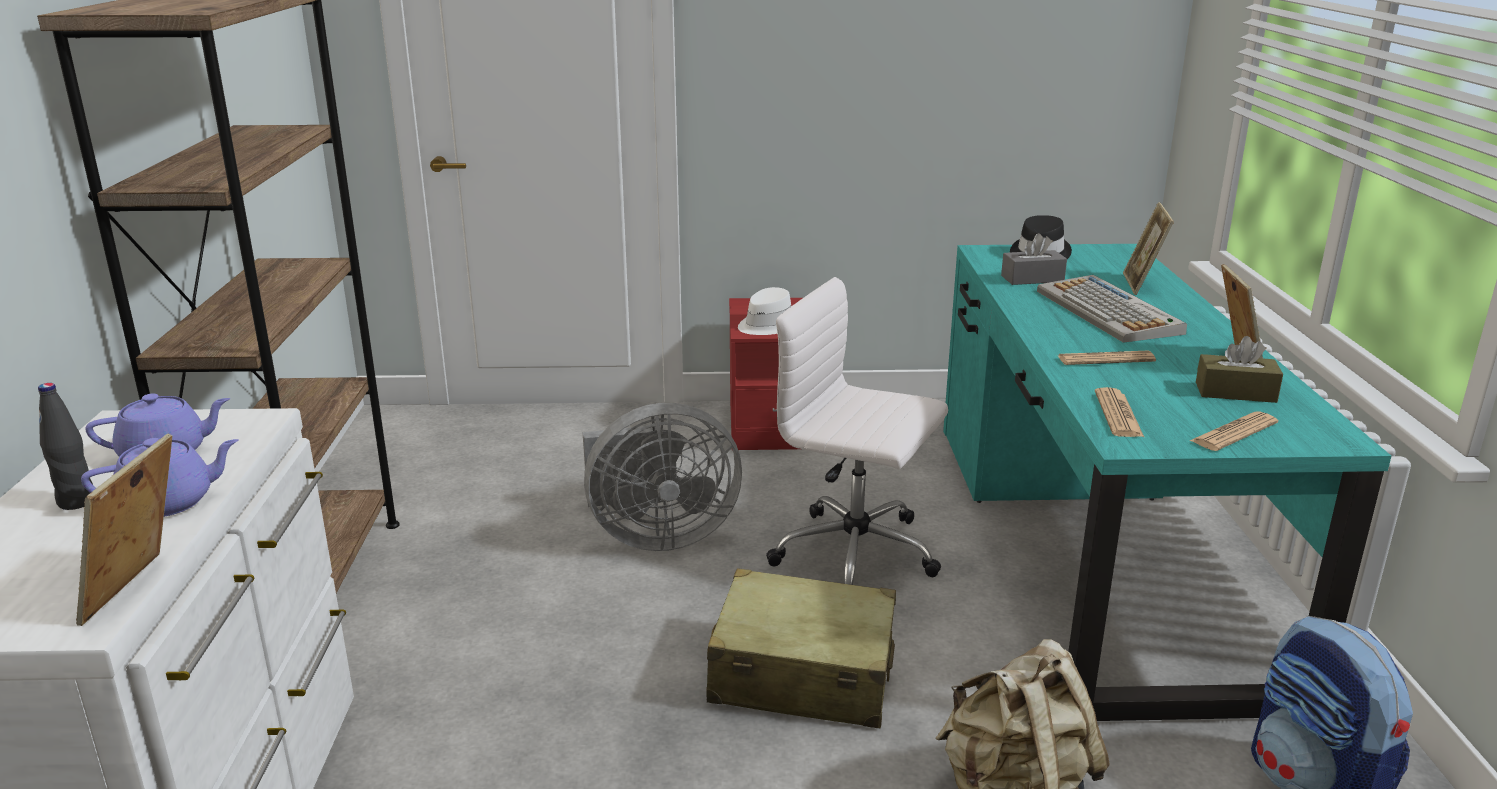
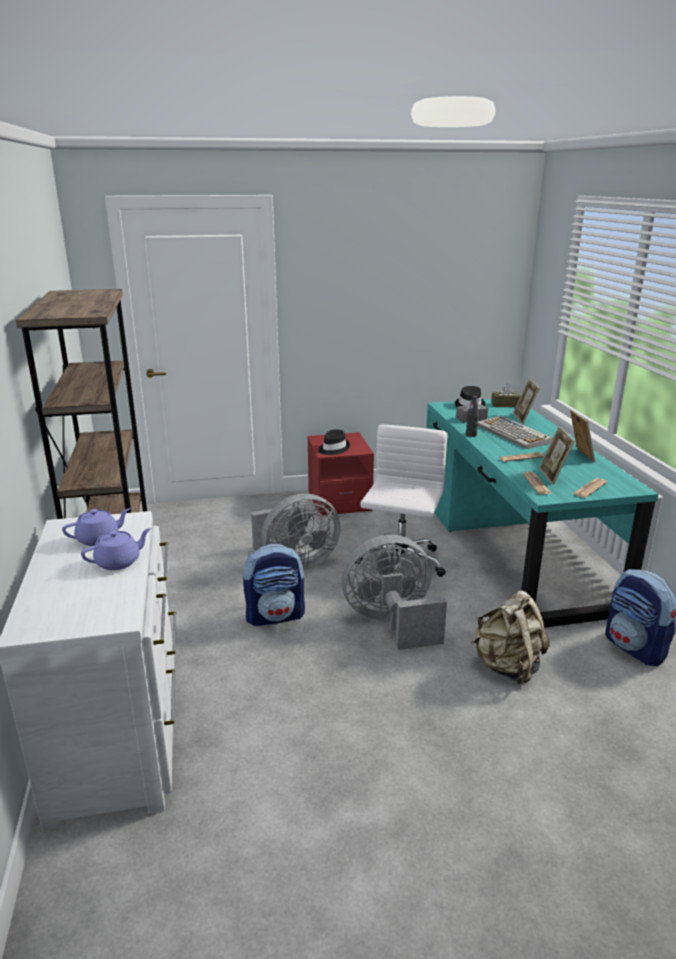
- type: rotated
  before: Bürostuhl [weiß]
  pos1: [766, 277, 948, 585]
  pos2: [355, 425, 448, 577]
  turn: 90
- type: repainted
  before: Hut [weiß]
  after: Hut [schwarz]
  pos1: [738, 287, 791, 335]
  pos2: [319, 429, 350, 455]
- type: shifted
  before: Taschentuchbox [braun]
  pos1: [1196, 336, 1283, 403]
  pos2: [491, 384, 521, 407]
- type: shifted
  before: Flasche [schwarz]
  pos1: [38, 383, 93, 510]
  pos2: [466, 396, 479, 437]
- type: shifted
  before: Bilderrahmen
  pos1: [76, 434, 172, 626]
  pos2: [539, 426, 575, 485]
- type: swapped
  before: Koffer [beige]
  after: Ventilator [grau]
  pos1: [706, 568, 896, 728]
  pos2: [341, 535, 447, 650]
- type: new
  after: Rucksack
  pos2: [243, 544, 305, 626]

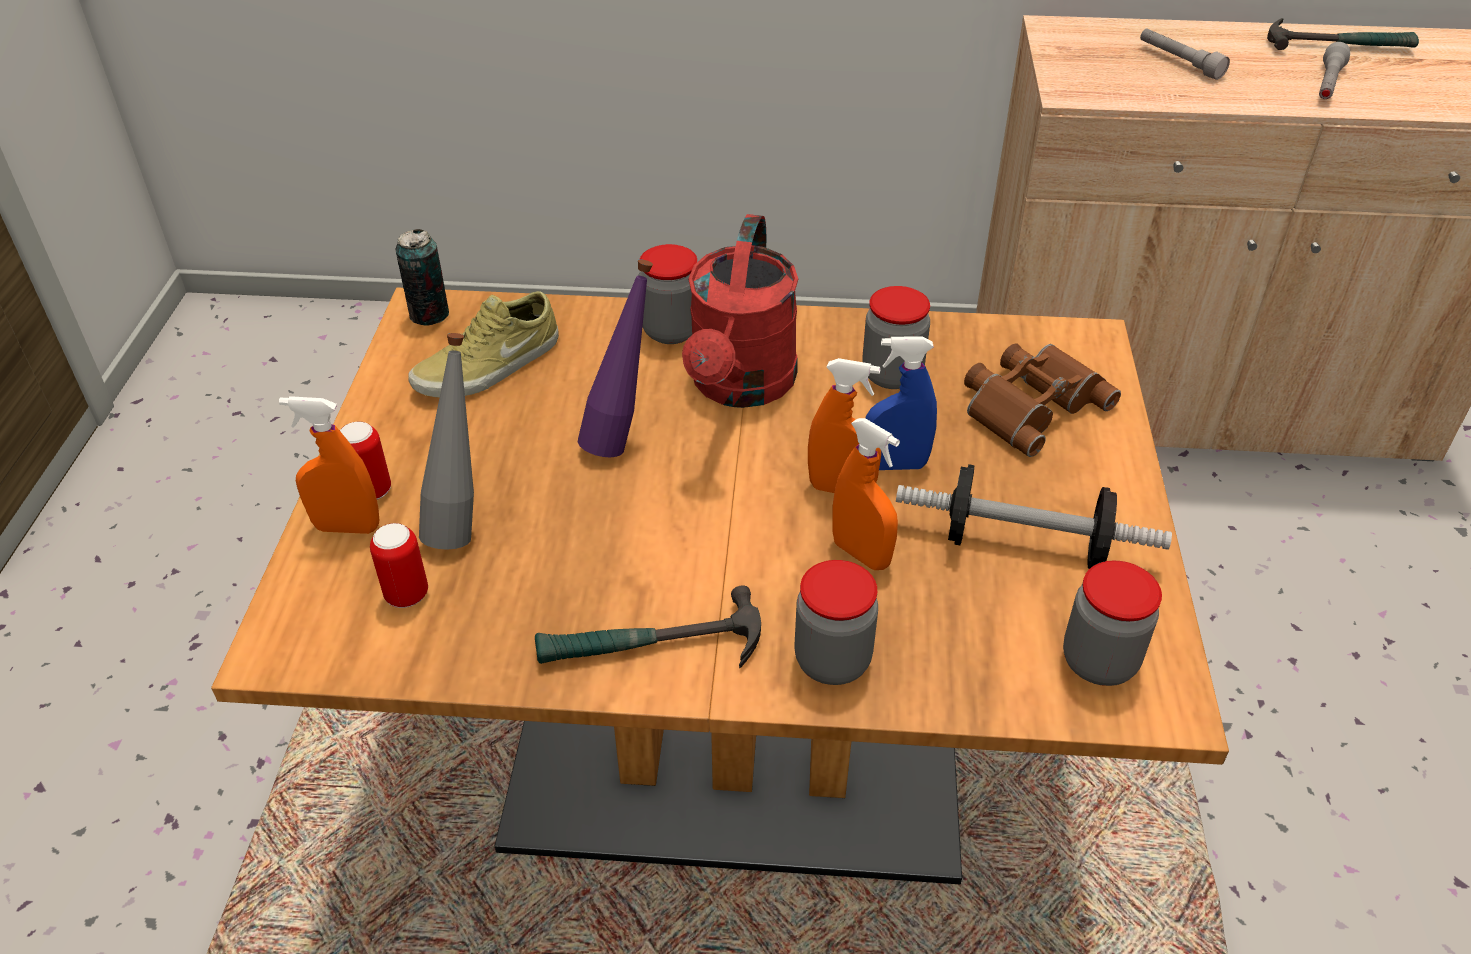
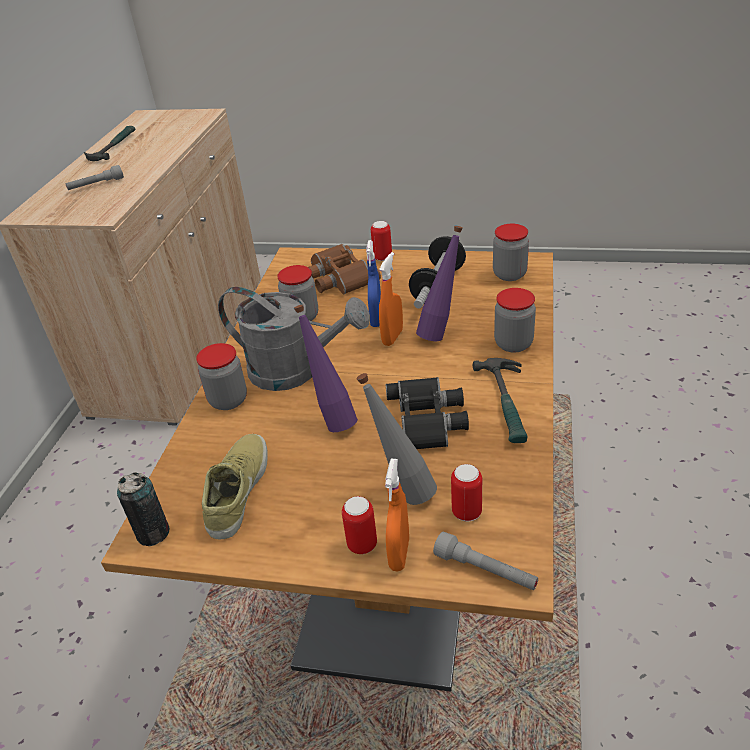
- type: shifted
  before: Taschenlampe [grau]
  pos1: [1319, 42, 1350, 99]
  pos2: [433, 532, 538, 590]
- type: repainted
  before: Gießkanne [rot]
  after: Gießkanne [grau]
  pos1: [682, 214, 798, 408]
  pos2: [218, 287, 370, 391]
- type: rotated
  before: Schuh [beige]
  pos1: [409, 291, 559, 397]
  pos2: [202, 434, 268, 539]
  turn: -135
- type: swapped
  before: Sprühflasche [orange]
  after: Flasche [lila]
  pos1: [832, 418, 900, 570]
  pos2: [416, 226, 463, 341]
- type: new
  after: Dose
  pos2: [371, 221, 392, 261]
- type: new
  after: Fernglas [schwarz]
  pos2: [386, 377, 469, 449]

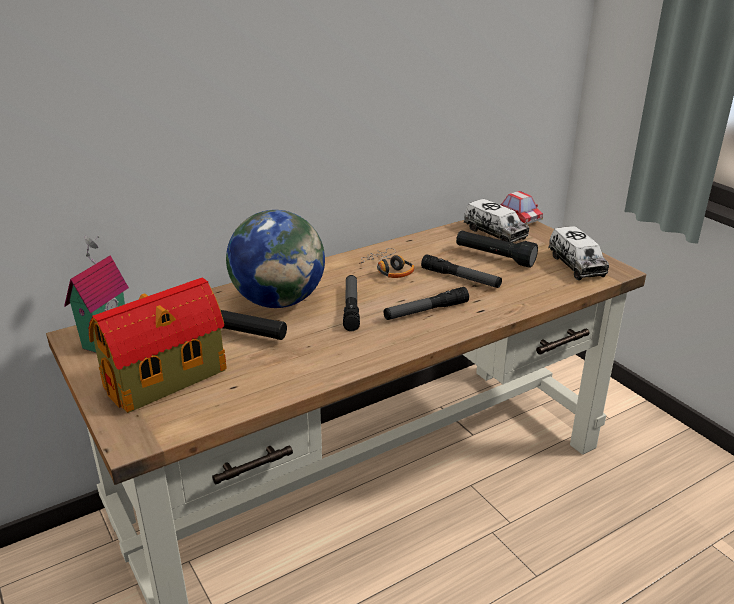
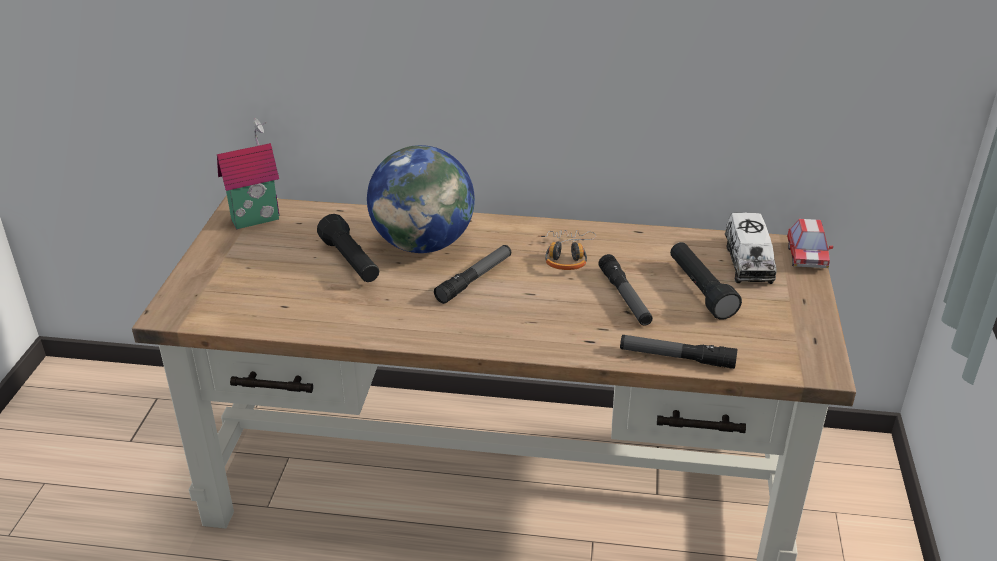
- type: gone
  before: Spielzeuglaster
  pos1: [548, 226, 609, 280]
- type: gone
  before: Spielzeughaus
  pos1: [88, 277, 227, 413]
- type: shifted
  before: Taschenlampe
  pos1: [384, 287, 469, 320]
  pos2: [620, 335, 737, 369]

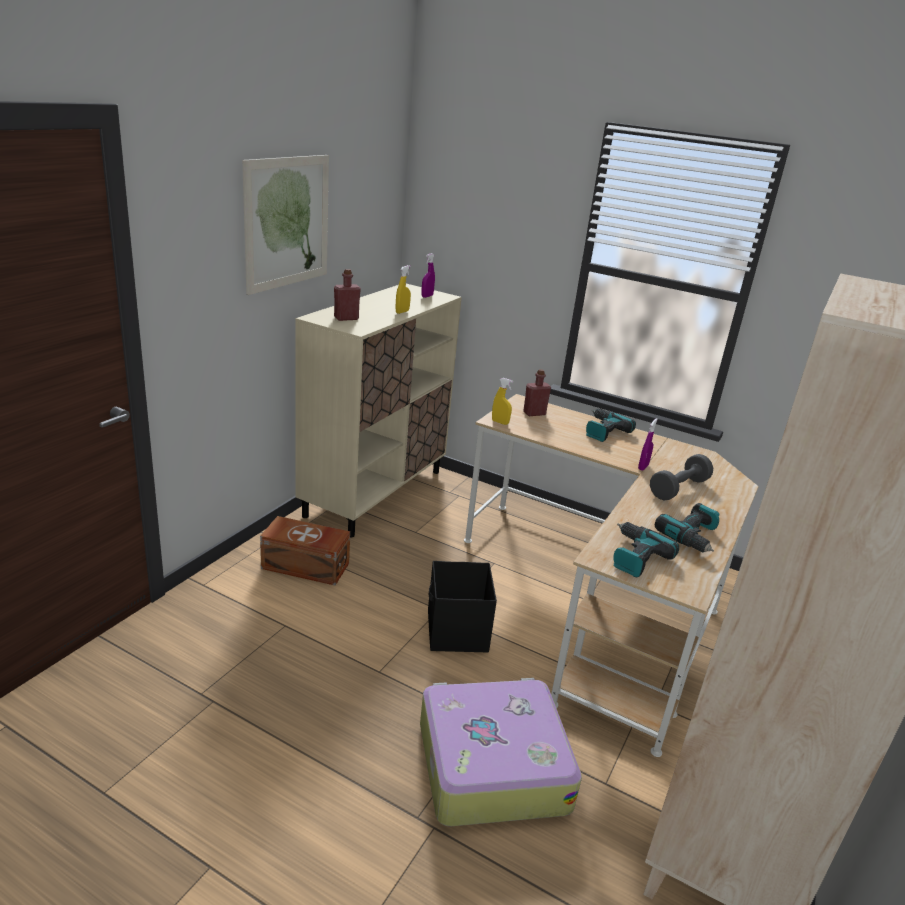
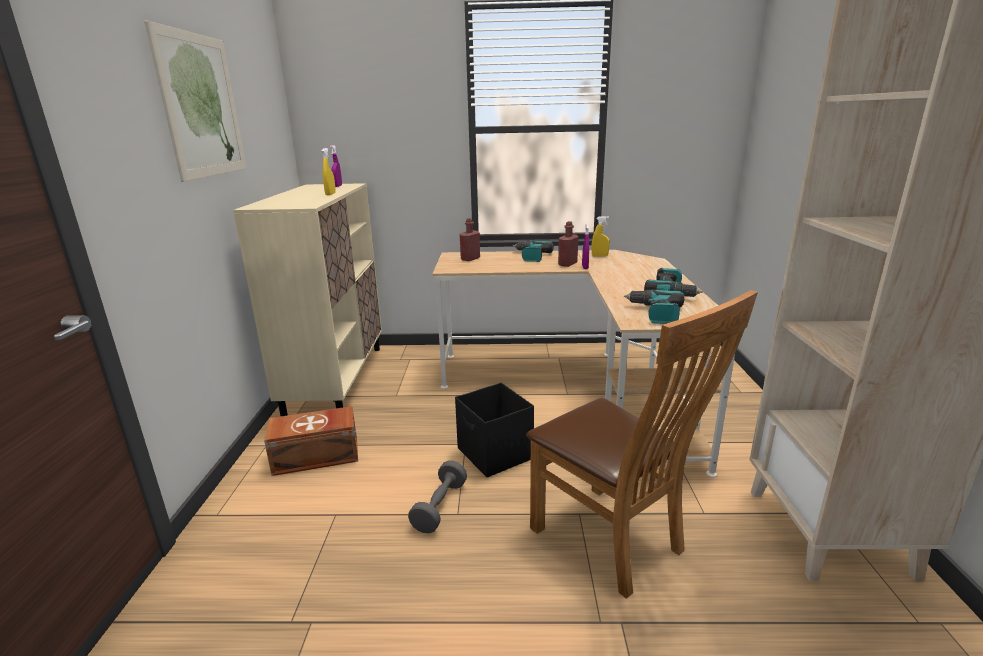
- type: shifted
  before: Flasche [rot]
  pos1: [334, 269, 361, 321]
  pos2: [558, 221, 579, 267]
- type: shifted
  before: Sprühflasche [gelb]
  pos1: [492, 378, 513, 425]
  pos2: [592, 216, 610, 257]
- type: shifted
  before: Hantel [grau]
  pos1: [650, 454, 713, 501]
  pos2: [408, 460, 467, 533]
- type: swapped
  before: Koffer
  after: Stuhl [braun]
  pos1: [420, 678, 582, 826]
  pos2: [526, 290, 758, 599]

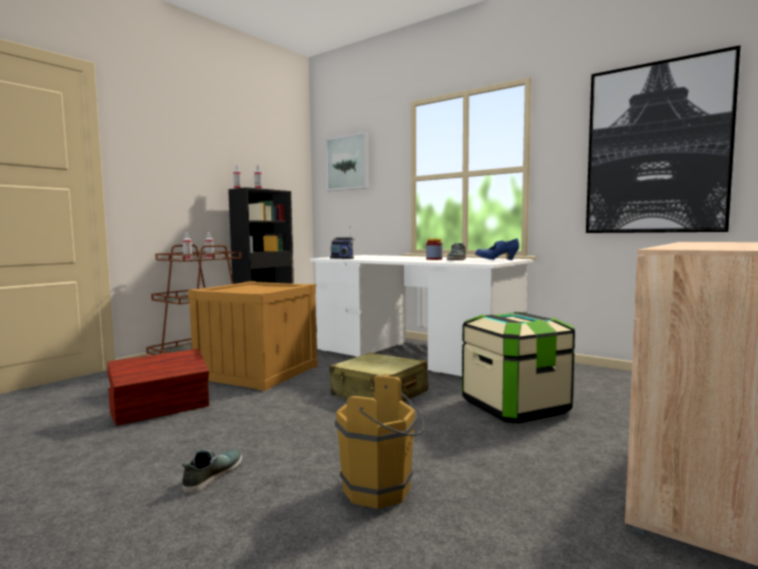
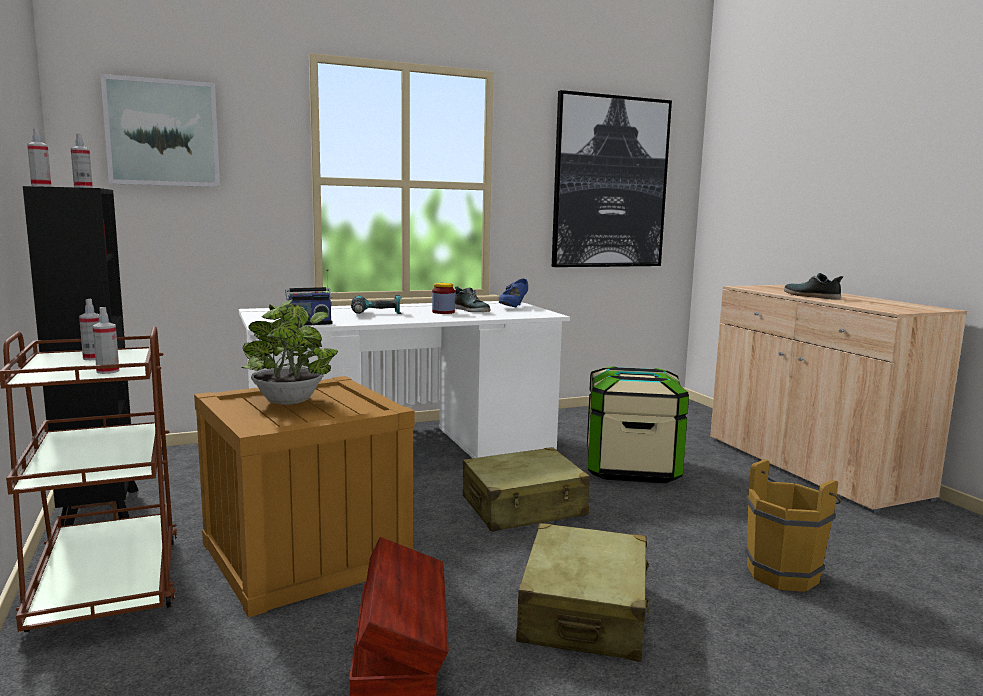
- type: shifted
  before: Schuh
  pos1: [182, 450, 242, 494]
  pos2: [784, 273, 843, 300]
- type: new
  after: Bohrmaschine
  pos2: [351, 295, 402, 314]
- type: new
  after: Topfpflanze
  pos2: [242, 299, 338, 405]
- type: new
  after: Koffer [beige]
  pos2: [516, 523, 651, 662]

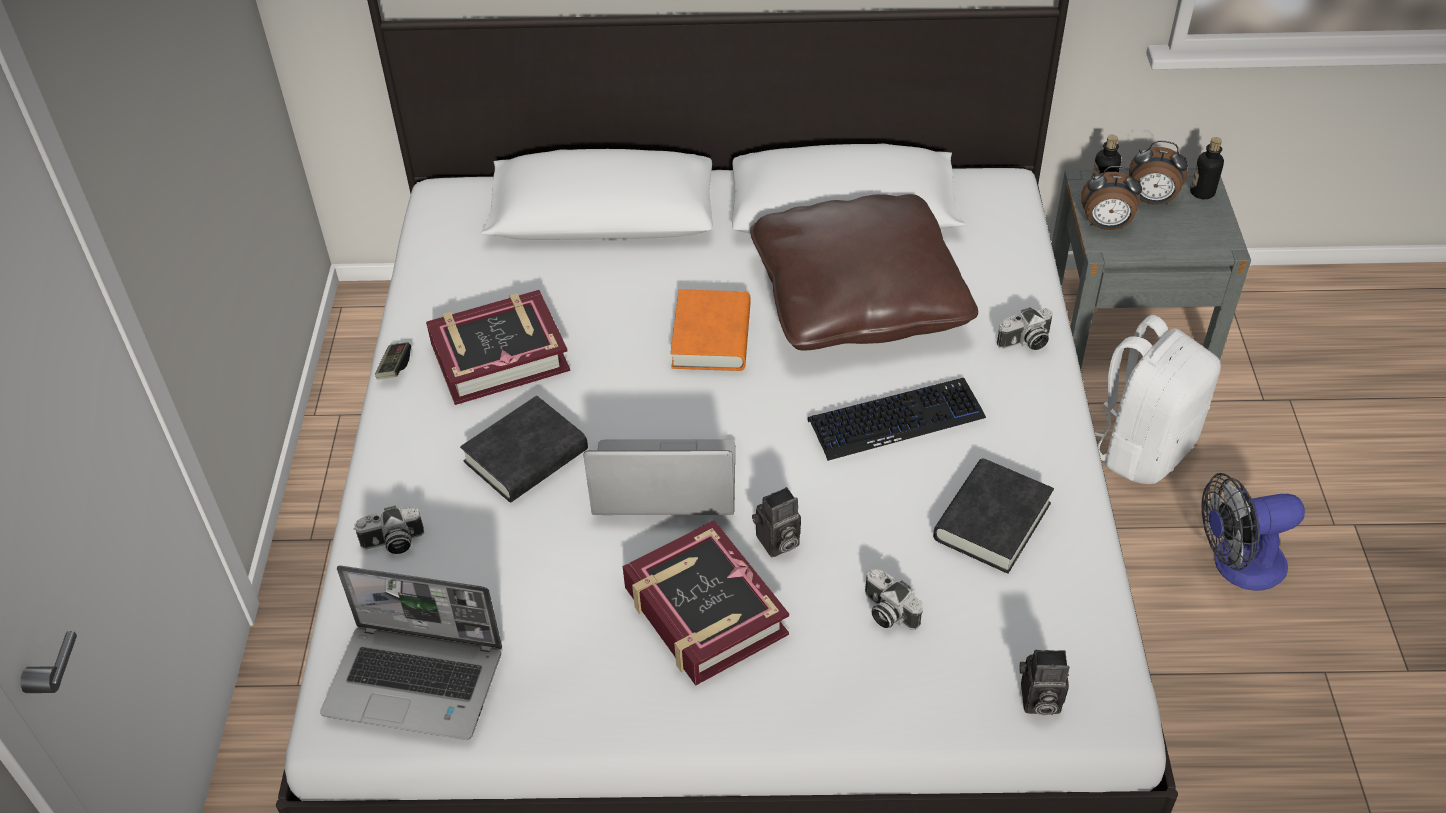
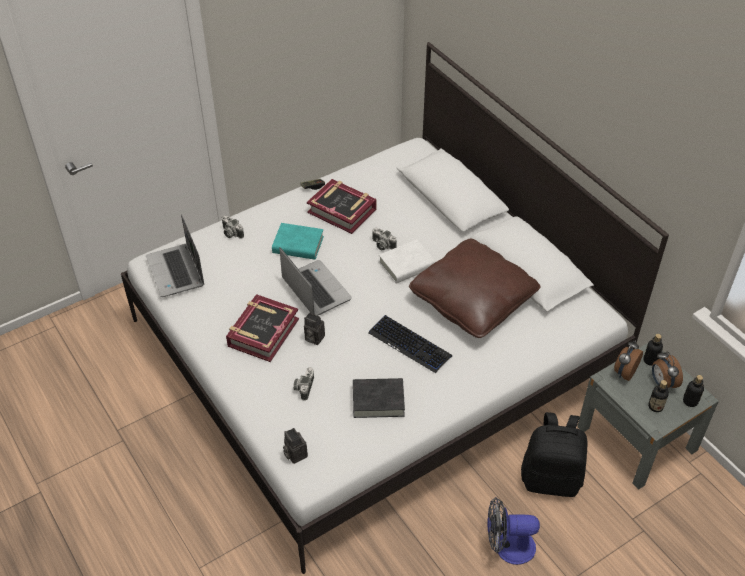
- type: rotated
  before: Wecker
  pos1: [1081, 166, 1142, 230]
  pos2: [614, 341, 643, 381]
  turn: 60
- type: repainted
  before: Buch [orange]
  after: Buch [weiß]
  pos1: [670, 289, 751, 371]
  pos2: [379, 239, 435, 284]
- type: shifted
  before: Kamera
  pos1: [997, 307, 1052, 350]
  pos2: [372, 228, 397, 250]
- type: repainted
  before: Rucksack [weiß]
  after: Rucksack [schwarz]
  pos1: [1095, 315, 1221, 484]
  pos2: [521, 412, 588, 497]
- type: repainted
  before: Buch [schwarz]
  after: Buch [türkis]
  pos1: [460, 396, 588, 502]
  pos2: [272, 223, 324, 260]
- type: rotated
  before: Ventilator
  pos1: [1201, 473, 1305, 591]
  pos2: [488, 497, 540, 565]
  turn: -45
- type: new
  after: Flasche
  pos2: [648, 380, 669, 412]

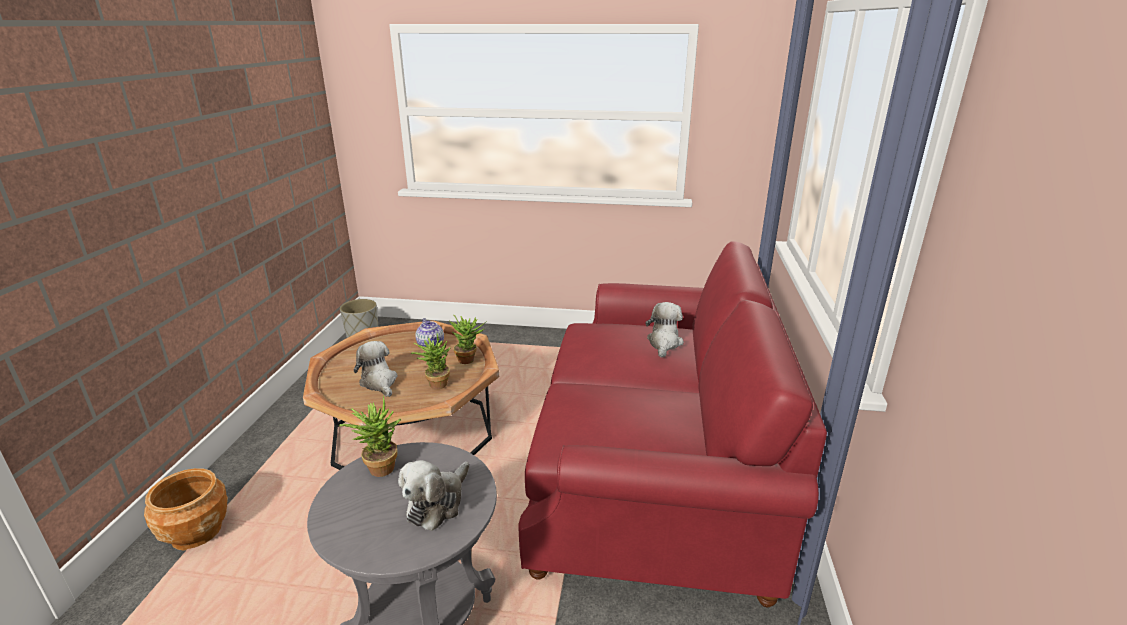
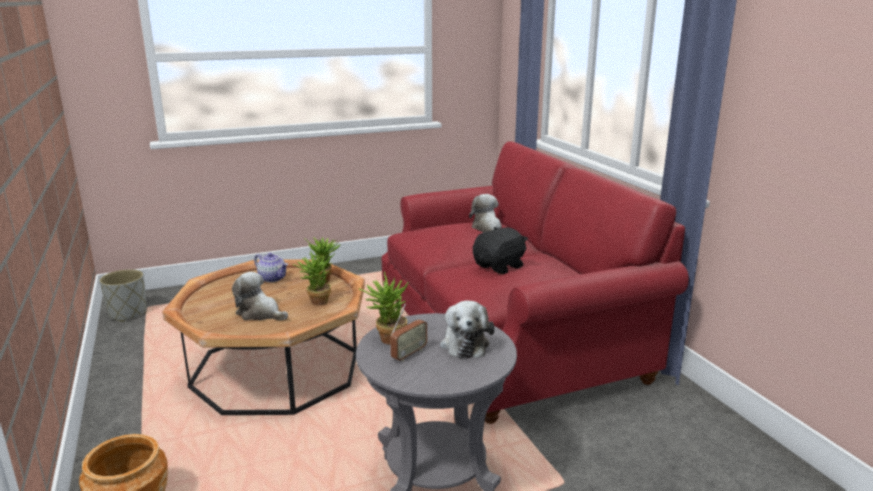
- type: new
  after: Plüschtier [schwarz]
  pos2: [473, 227, 528, 274]
- type: new
  after: Radio
  pos2: [390, 304, 427, 362]

